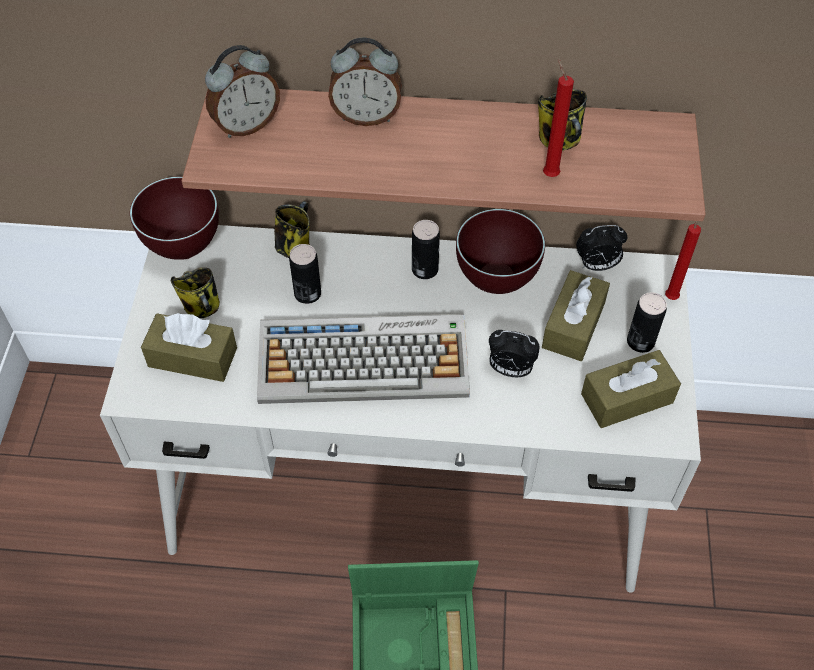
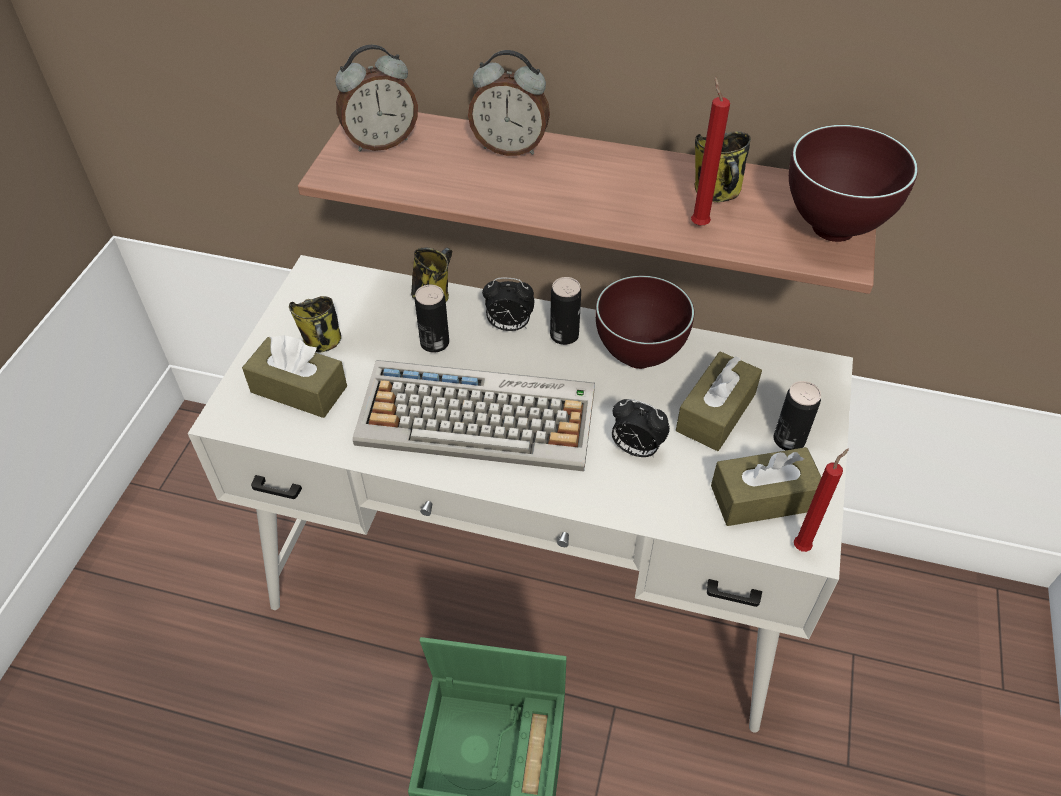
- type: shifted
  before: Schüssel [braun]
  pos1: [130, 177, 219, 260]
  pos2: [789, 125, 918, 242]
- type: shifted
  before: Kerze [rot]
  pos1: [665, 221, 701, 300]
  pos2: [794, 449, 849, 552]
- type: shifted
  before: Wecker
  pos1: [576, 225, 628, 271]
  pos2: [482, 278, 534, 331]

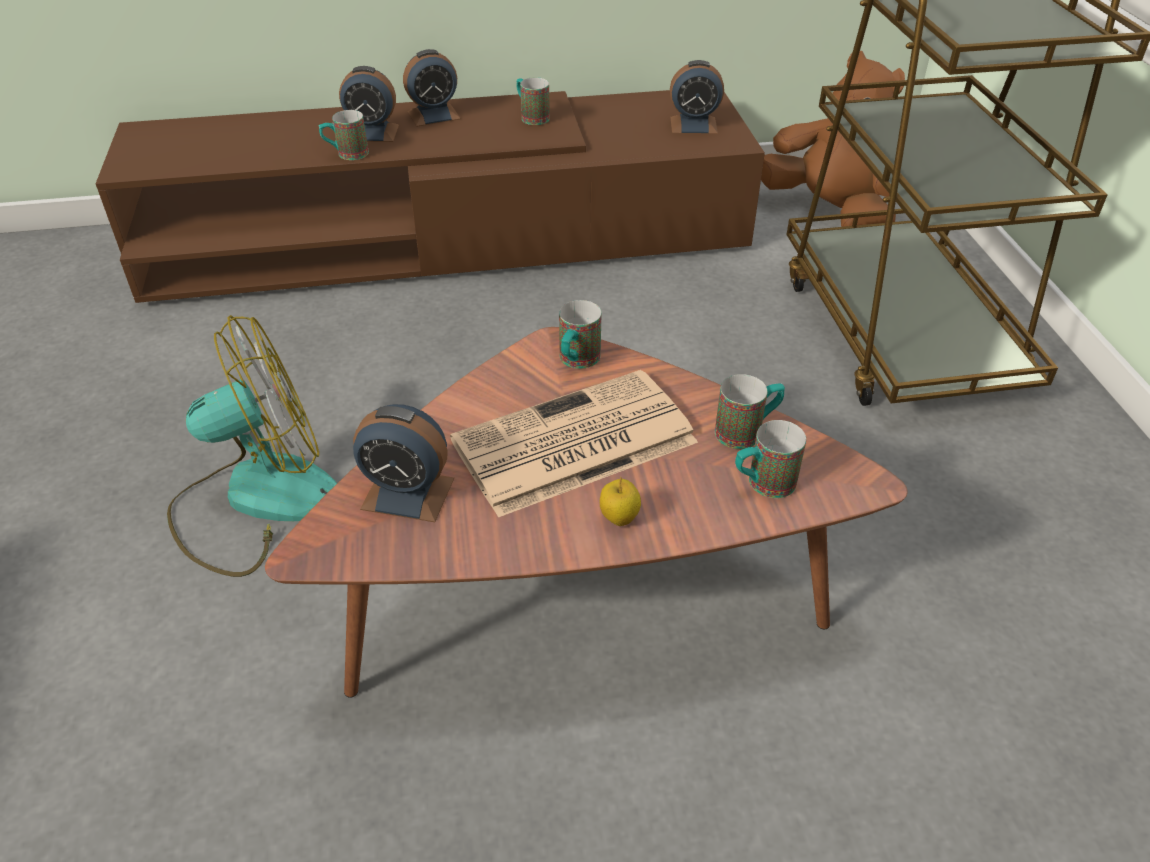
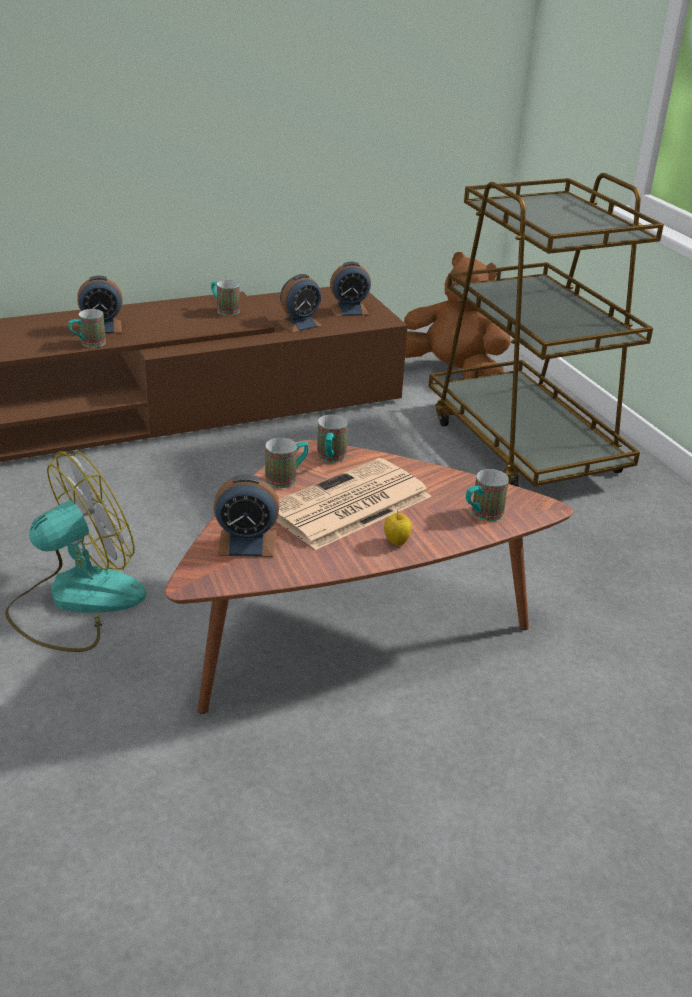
- type: shifted
  before: Wecker
  pos1: [403, 49, 461, 127]
  pos2: [277, 274, 323, 333]
- type: shifted
  before: Henkelbecher
  pos1: [715, 374, 785, 449]
  pos2: [265, 438, 309, 488]

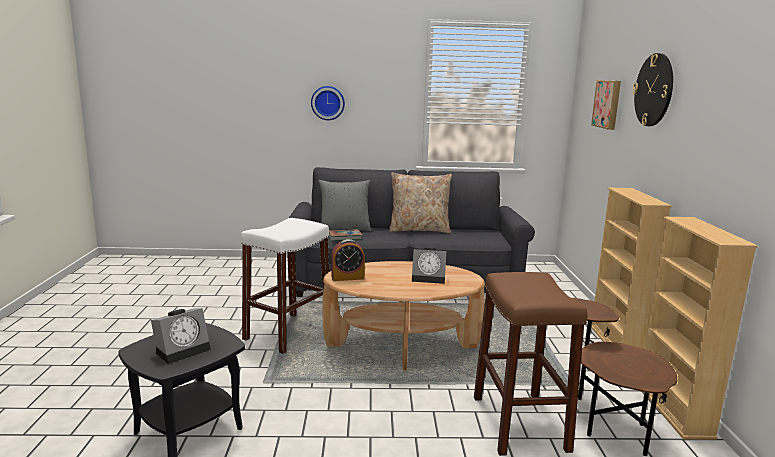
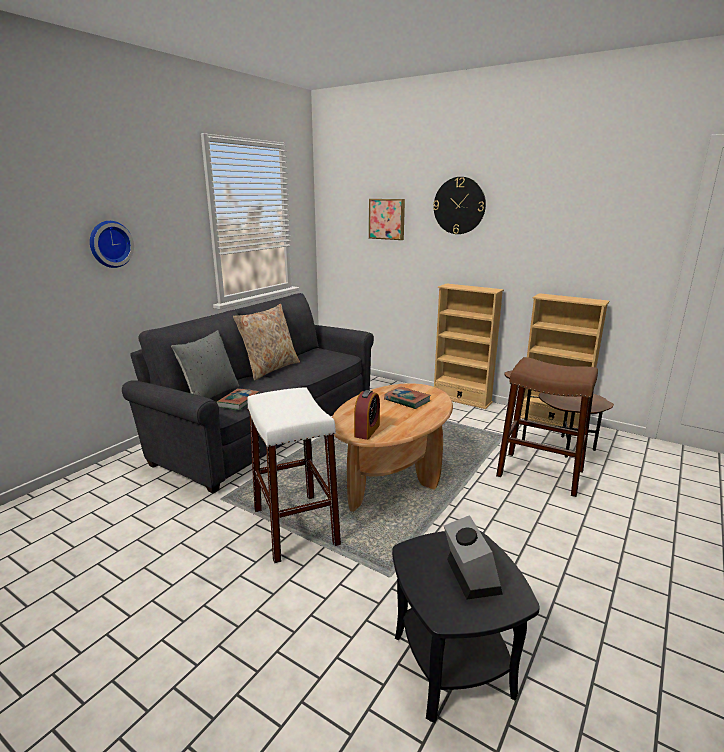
- type: swapped
  before: Wecker
  after: Buch
  pos1: [412, 248, 446, 284]
  pos2: [384, 387, 431, 409]

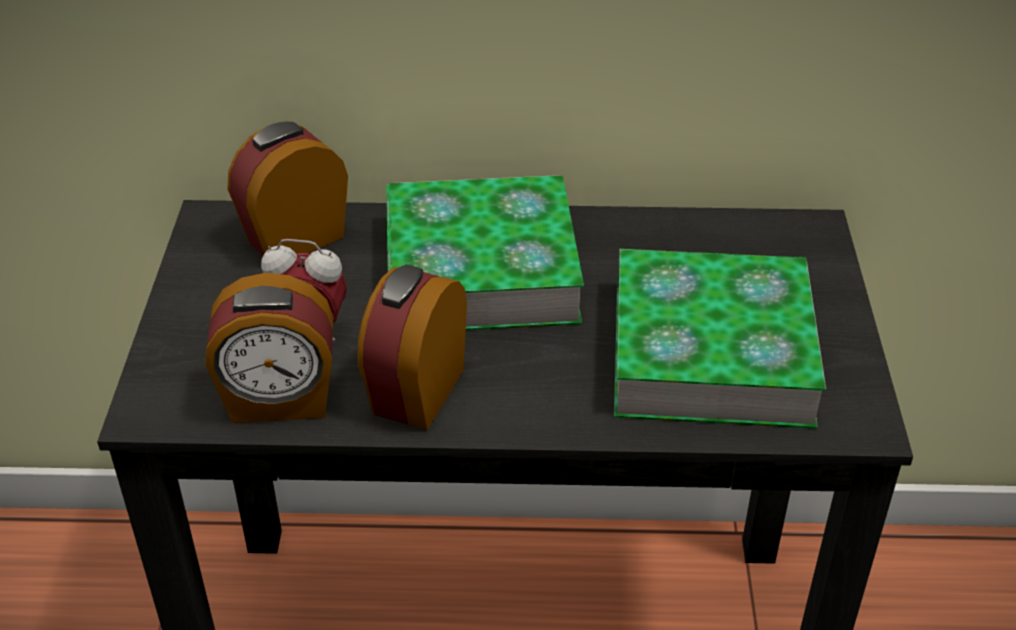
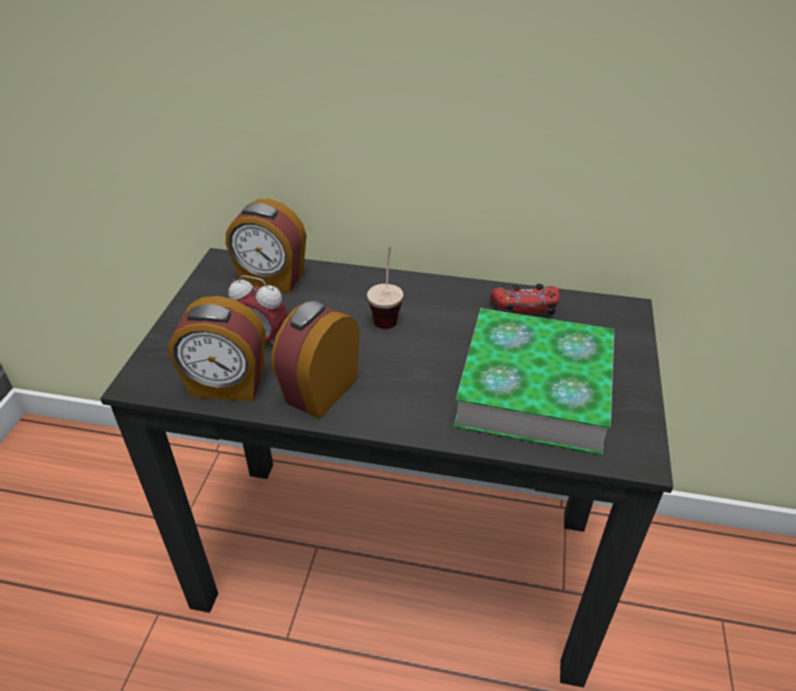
- type: rotated
  before: Wecker
  pos1: [228, 122, 348, 256]
  pos2: [226, 199, 307, 293]
  turn: -135
- type: swapped
  before: Buch
  after: Tasse
  pos1: [386, 175, 584, 330]
  pos2: [367, 247, 403, 329]
- type: new
  after: Gamepad [rot]
  pos2: [490, 284, 560, 315]

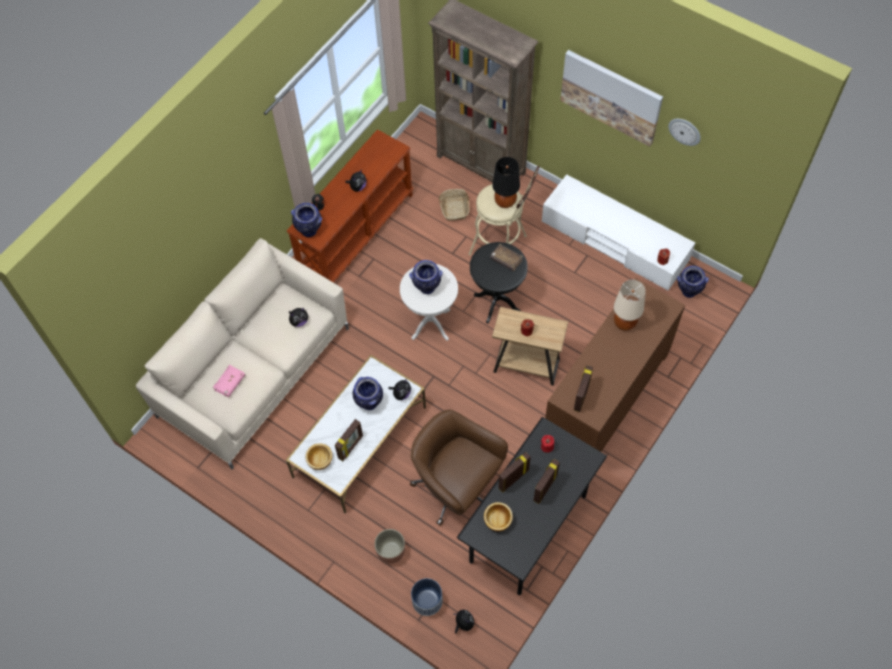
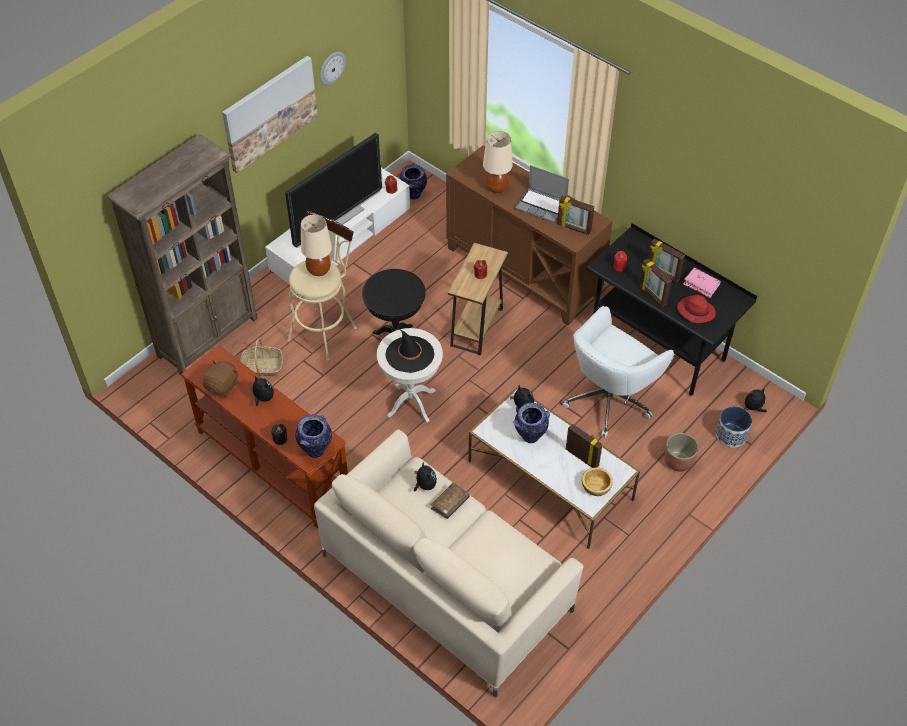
- type: repainted
  before: Tischlampe [schwarz]
  after: Tischlampe [beige]
  pos1: [492, 157, 520, 208]
  pos2: [301, 214, 332, 276]
- type: shifted
  before: Buch [braun]
  pos1: [490, 244, 523, 271]
  pos2: [430, 482, 470, 519]
- type: swapped
  before: Vase
  after: Hut [schwarz]
  pos1: [409, 260, 443, 294]
  pos2: [385, 330, 434, 373]
- type: shifted
  before: Buch [rosa]
  pos1: [213, 365, 245, 397]
  pos2: [683, 268, 721, 298]
- type: repainted
  before: Bürostuhl [braun]
  after: Bürostuhl [weiß]
  pos1: [410, 409, 508, 526]
  pos2: [562, 306, 674, 438]
- type: swapped
  before: Schüssel
  after: Hut [rot]
  pos1: [484, 502, 513, 532]
  pos2: [677, 295, 716, 323]
- type: new
  after: Fernseher
  pos2: [285, 133, 382, 248]
- type: new
  after: Laptop
  pos2: [515, 165, 569, 223]
- type: new
  after: Plüschtier [braun]
  pos2: [203, 360, 238, 397]

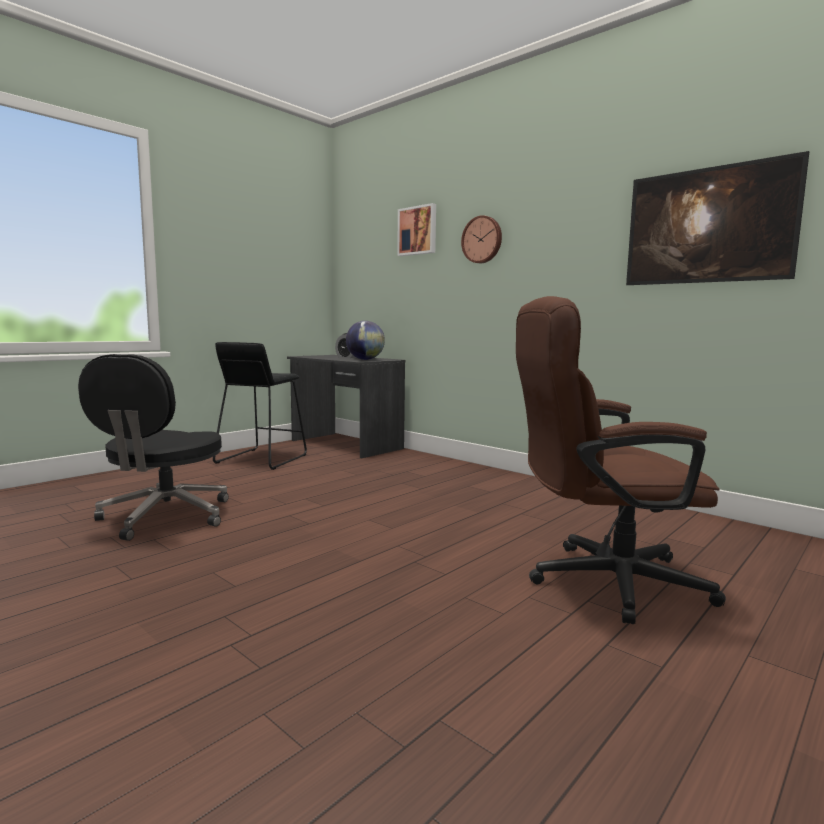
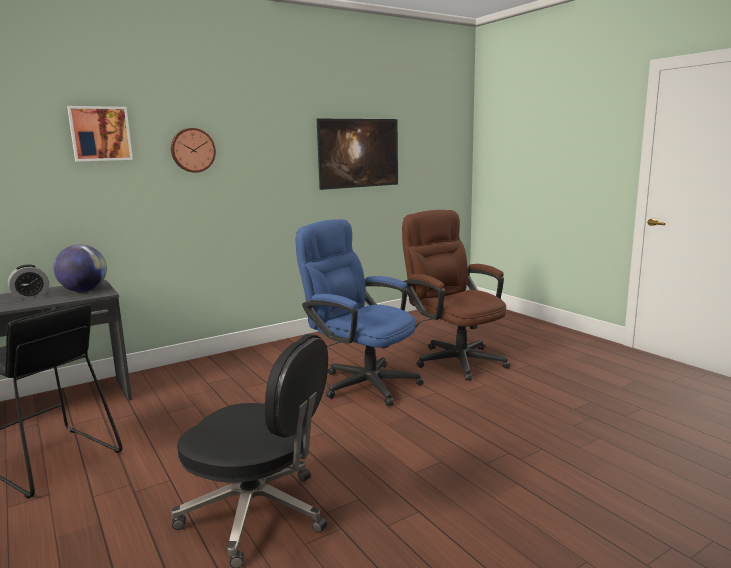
- type: rotated
  before: Bürostuhl [braun]
  pos1: [516, 296, 726, 624]
  pos2: [402, 210, 510, 381]
  turn: 135
- type: new
  after: Bürostuhl [blau]
  pos2: [295, 219, 424, 406]

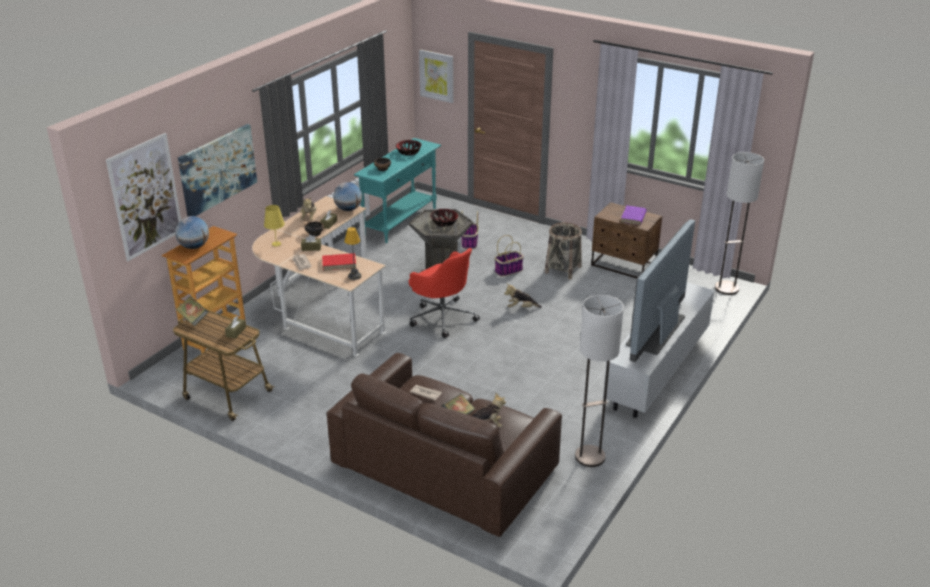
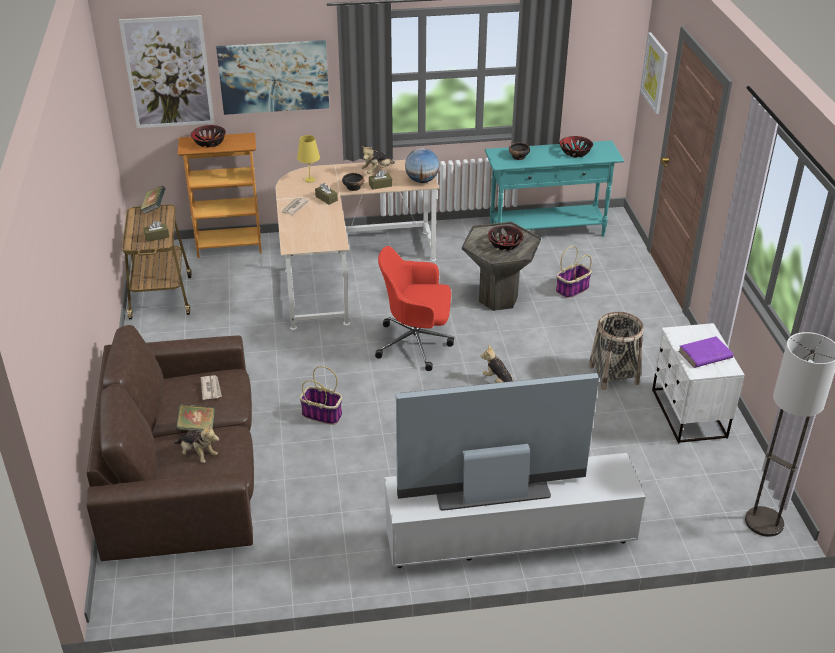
- type: repainted
  before: Nachttisch [braun]
  after: Nachttisch [weiß]
  pos1: [591, 202, 662, 278]
  pos2: [652, 323, 745, 443]
- type: swapped
  before: Globus
  after: Schüssel
  pos1: [175, 216, 209, 249]
  pos2: [191, 125, 226, 148]
- type: gone
  before: Tischlampe
  pos1: [344, 227, 362, 280]
- type: shifted
  before: Korb
  pos1: [494, 235, 524, 277]
  pos2: [299, 366, 342, 425]
- type: rotated
  before: Bürostuhl [rot]
  pos1: [409, 248, 480, 338]
  pos2: [375, 246, 454, 371]
  turn: 90
- type: gone
  before: Buch [rot]
  pos1: [322, 253, 356, 271]
- type: gone
  before: Stehlampe
  pos1: [575, 295, 624, 467]

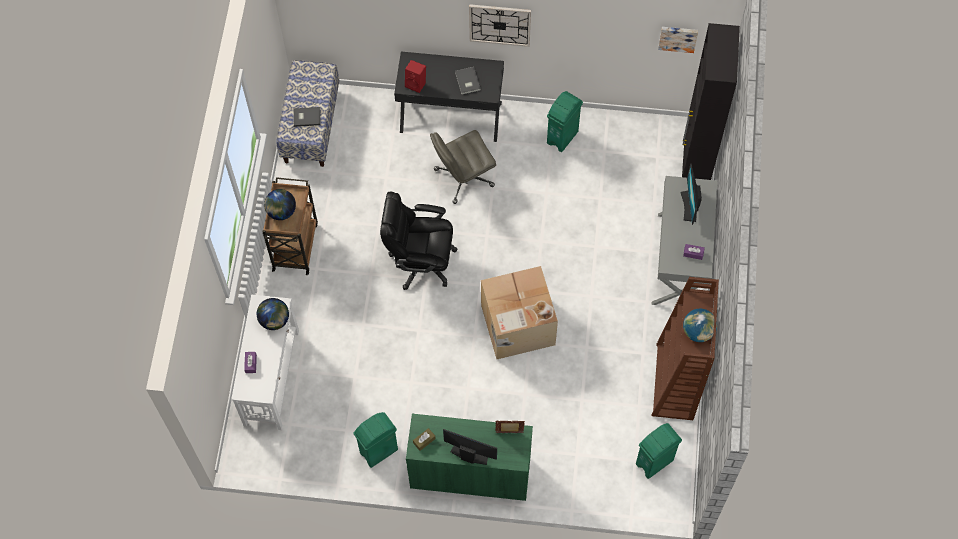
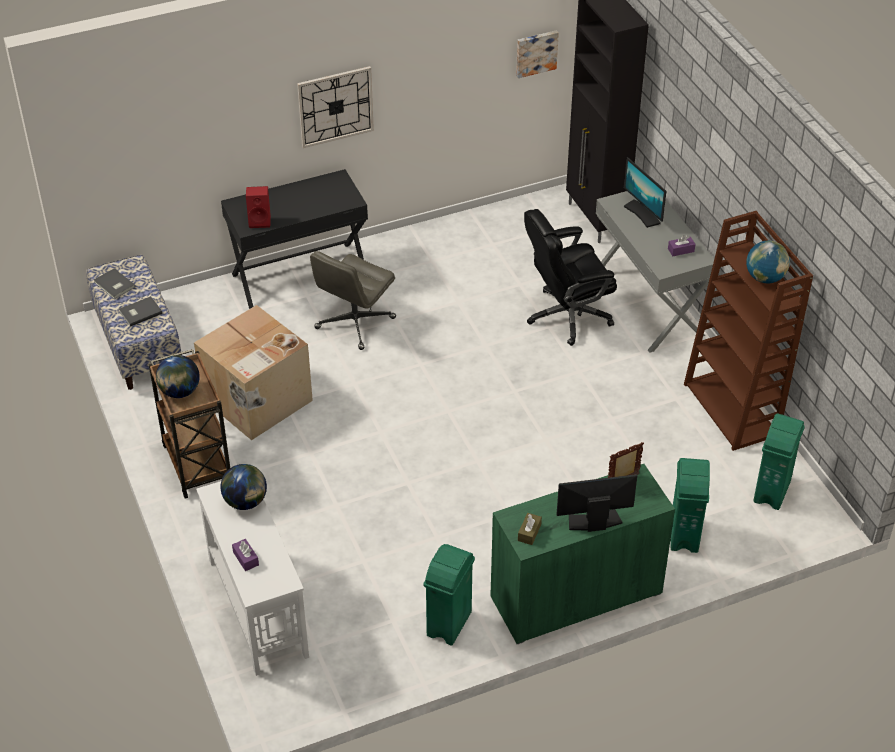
- type: shifted
  before: Buch [grau]
  pos1: [455, 67, 481, 94]
  pos2: [94, 268, 135, 299]
- type: shifted
  before: Mülleimer [grün]
  pos1: [547, 91, 583, 152]
  pos2: [671, 458, 710, 553]
- type: shifted
  before: Bürostuhl [schwarz]
  pos1: [380, 192, 458, 290]
  pos2: [524, 209, 617, 346]
- type: shifted
  before: Karton
  pos1: [481, 266, 558, 359]
  pos2: [194, 305, 313, 440]

